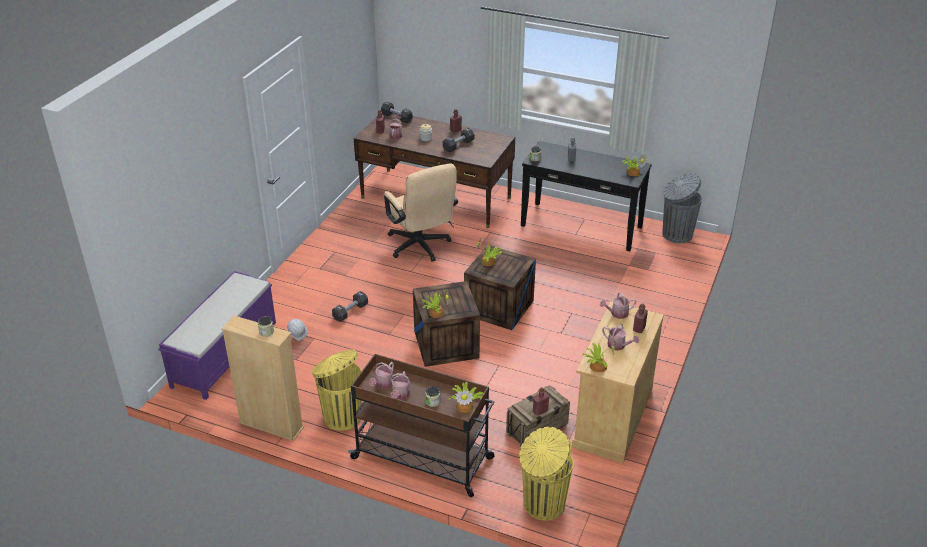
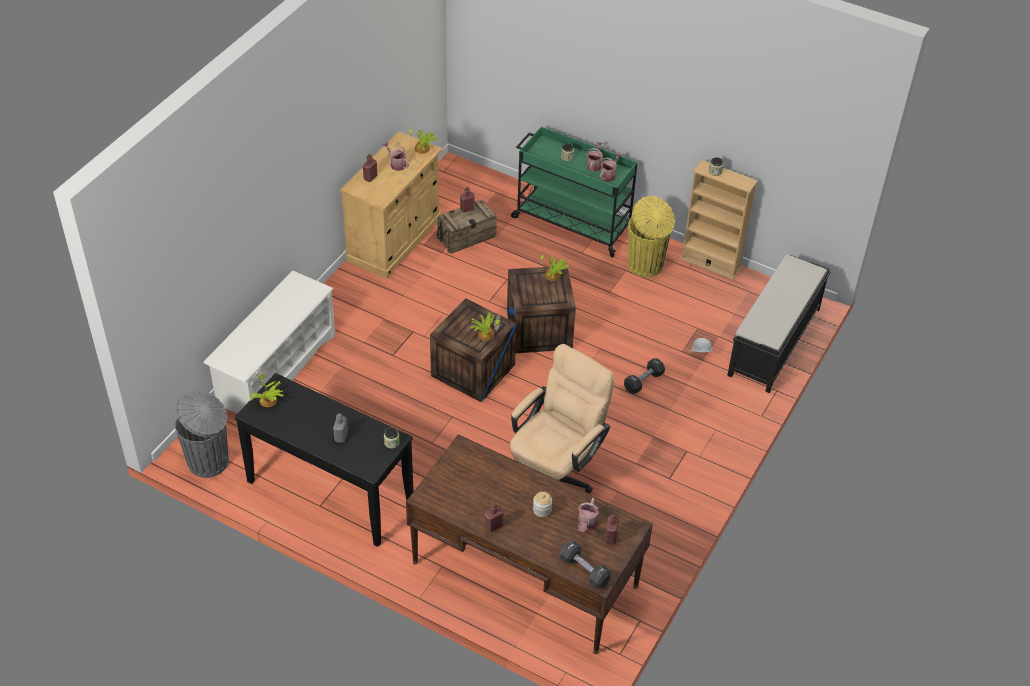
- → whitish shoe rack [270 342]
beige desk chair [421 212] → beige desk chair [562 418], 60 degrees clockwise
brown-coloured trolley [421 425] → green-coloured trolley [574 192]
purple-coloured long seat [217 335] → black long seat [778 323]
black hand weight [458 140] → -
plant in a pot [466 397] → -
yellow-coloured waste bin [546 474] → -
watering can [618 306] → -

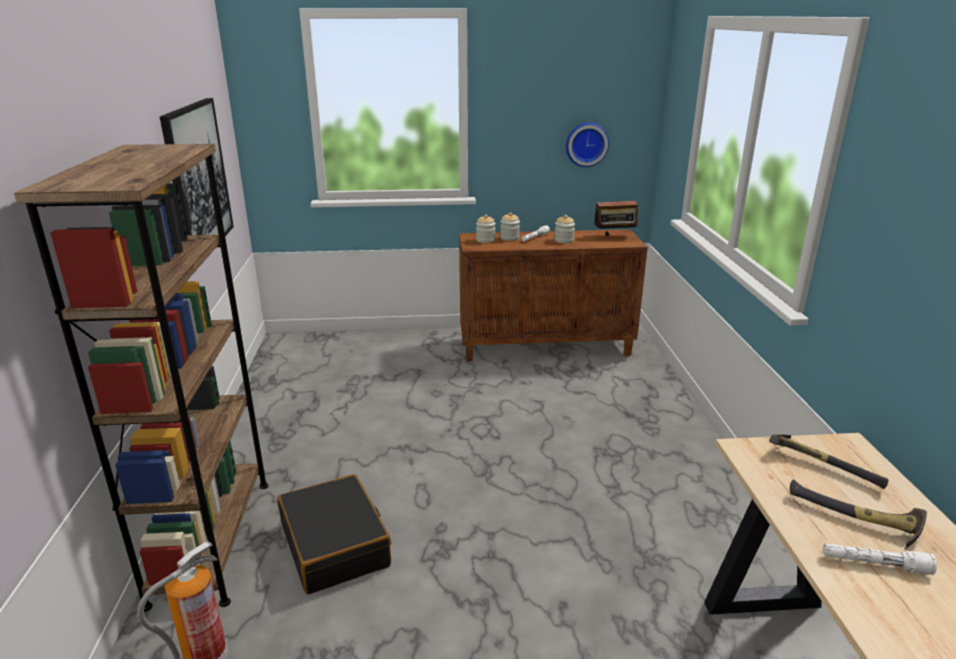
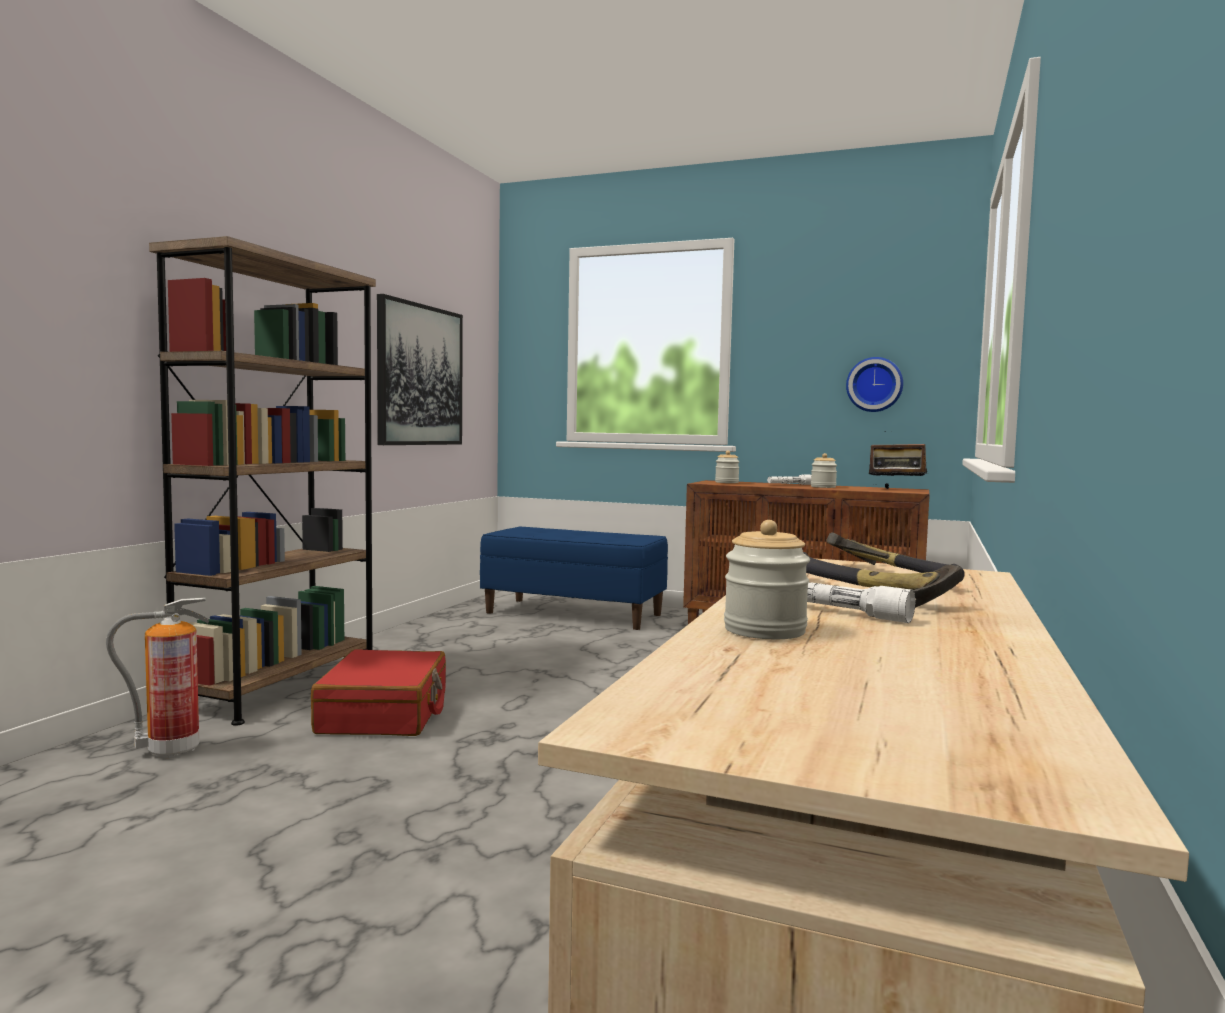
black suitcase [334 534] → reddish suitcase [378 692]
- → blue-coloured long seat [574 578]
storage jar [510 227] → storage jar [767 579], shifted

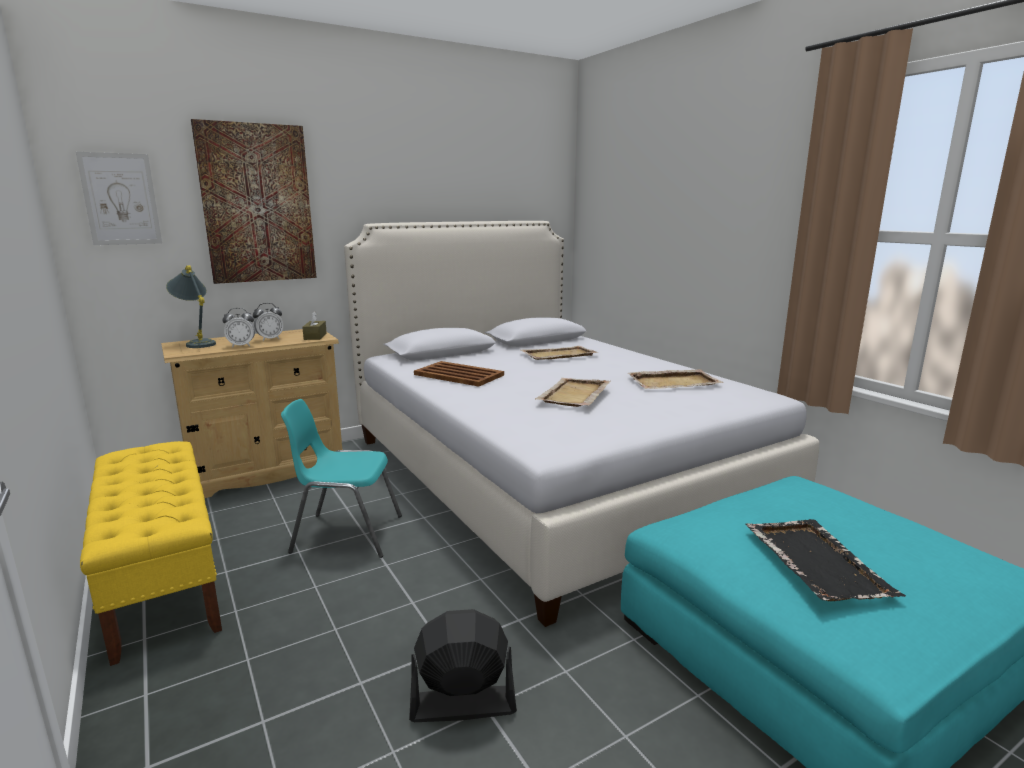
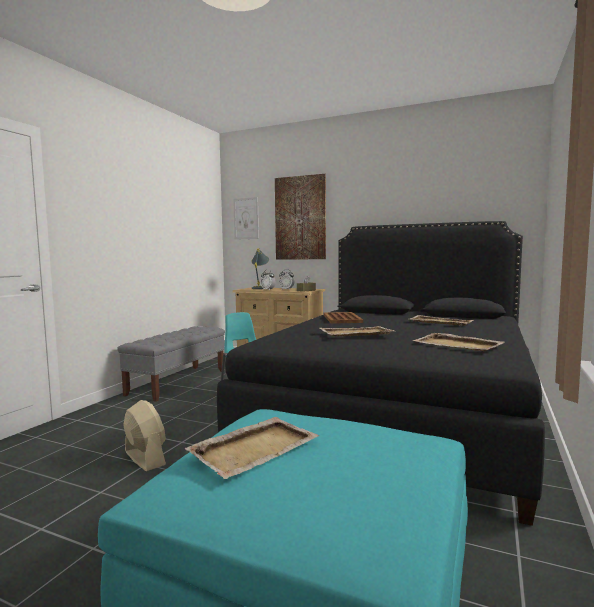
yellow-coloured long seat [151 553] → greyish long seat [171 364]
black electric fan [463 665] → beige electric fan [144 435]
black serving tray [825 560] → beige serving tray [252 448]
whitish bed [581 424] → black bed [381 373]

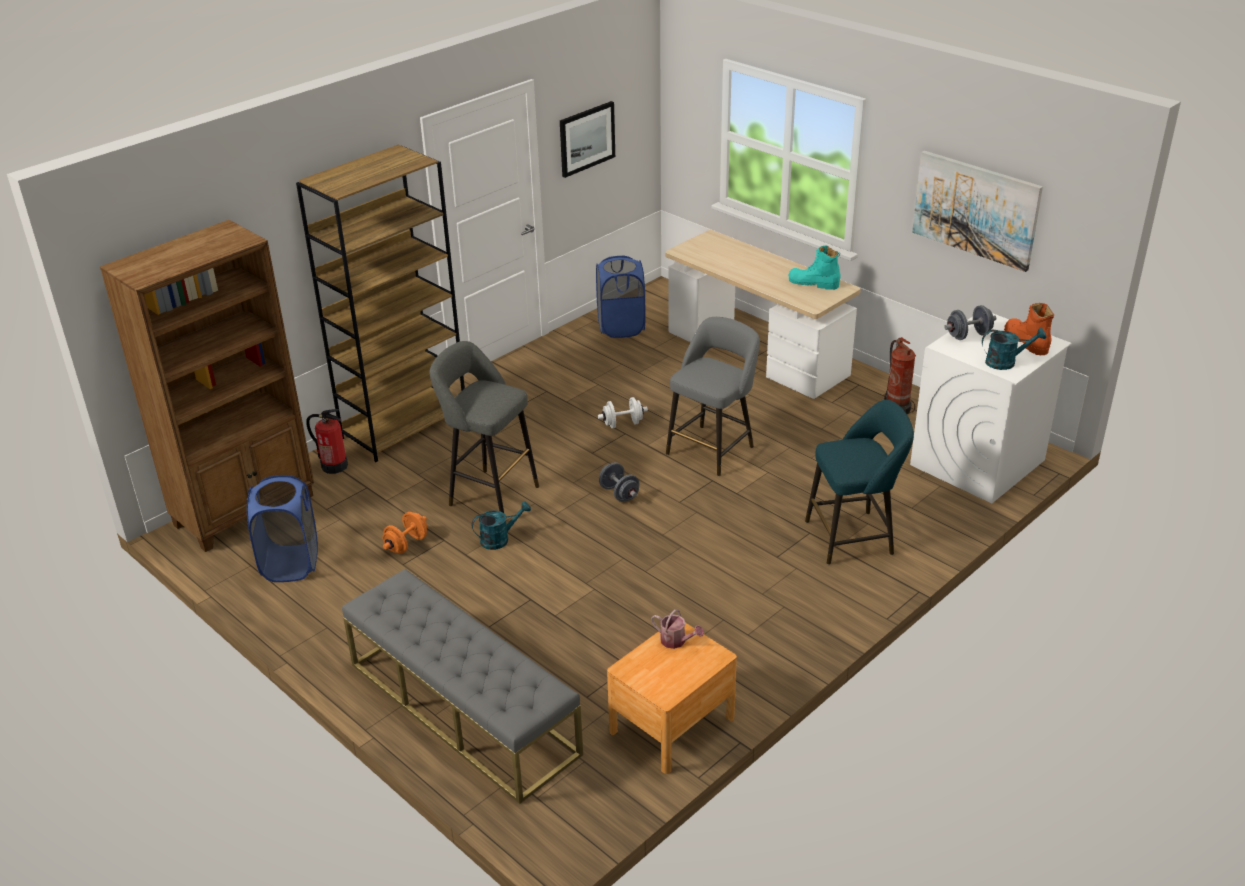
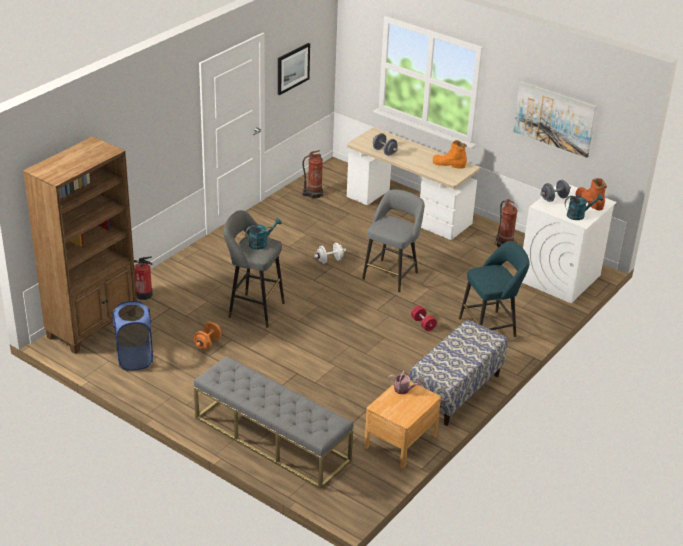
blue-green watering can [501 525] → blue-green watering can [263 234], shifted
blue-coloured laundry basket [621 296] → fire extinguisher [313 174]
greyish hand weight [619 482] → greyish hand weight [385 144], shifted
- → long seat [458 373]
- → reddish hand weight [424 318]
blue-green tall boot [814 267] → orange-coloured tall boot [450 154]
brown-coloured bookcase [380 303] → -

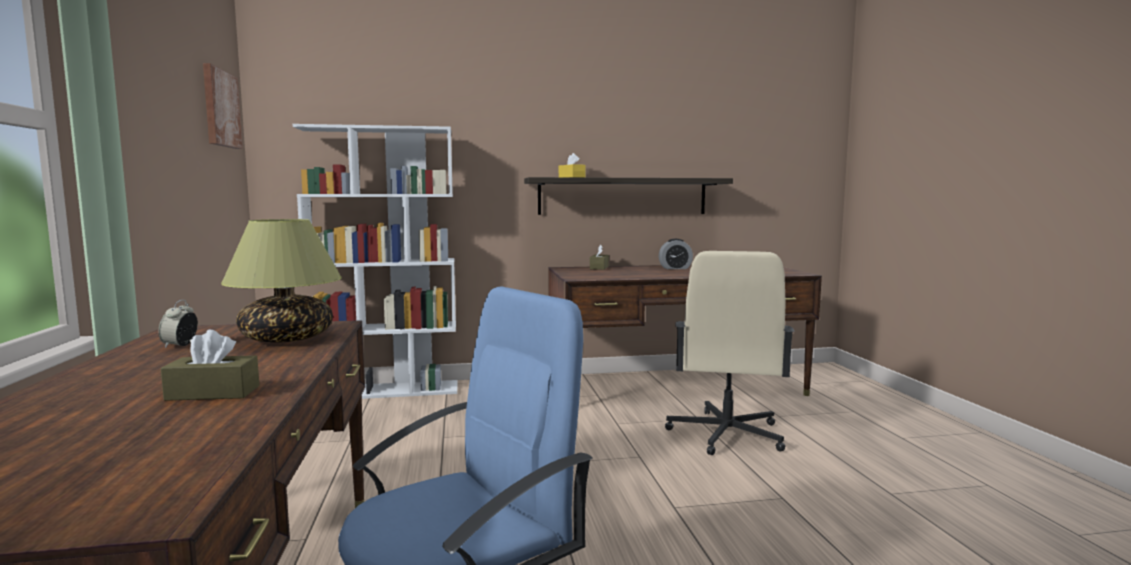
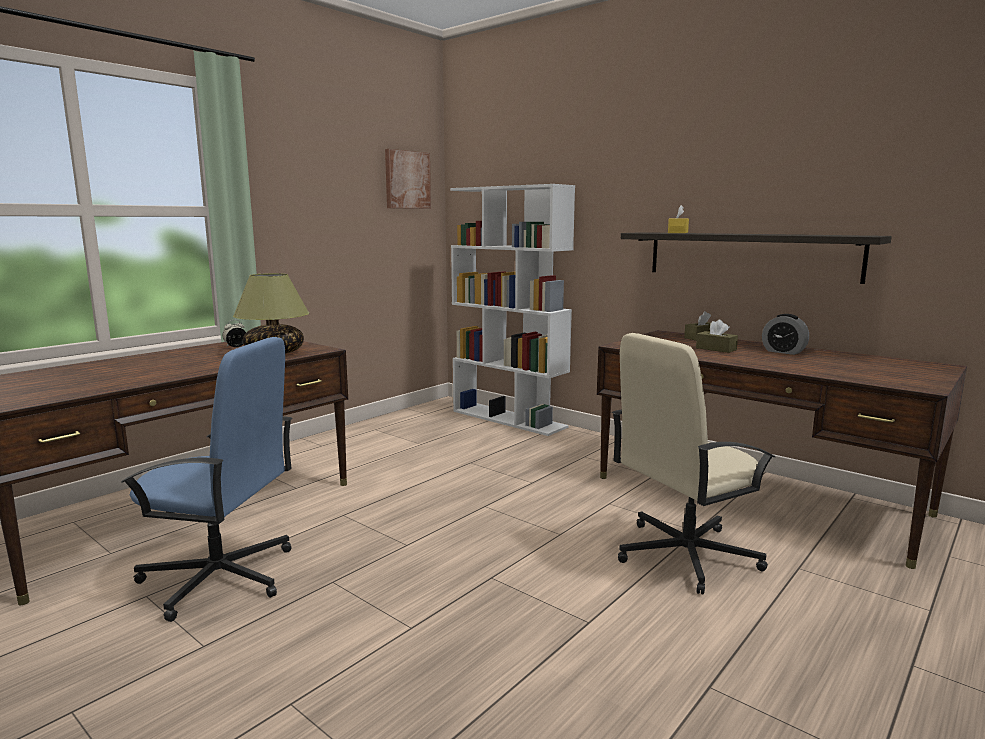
brown-coloured tissue box [210 365] → brown-coloured tissue box [717 336], shifted

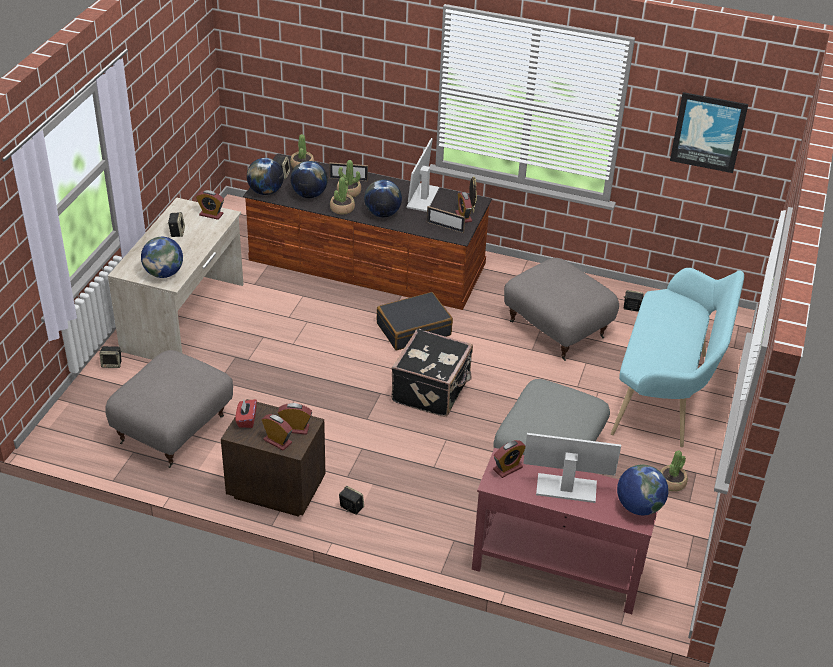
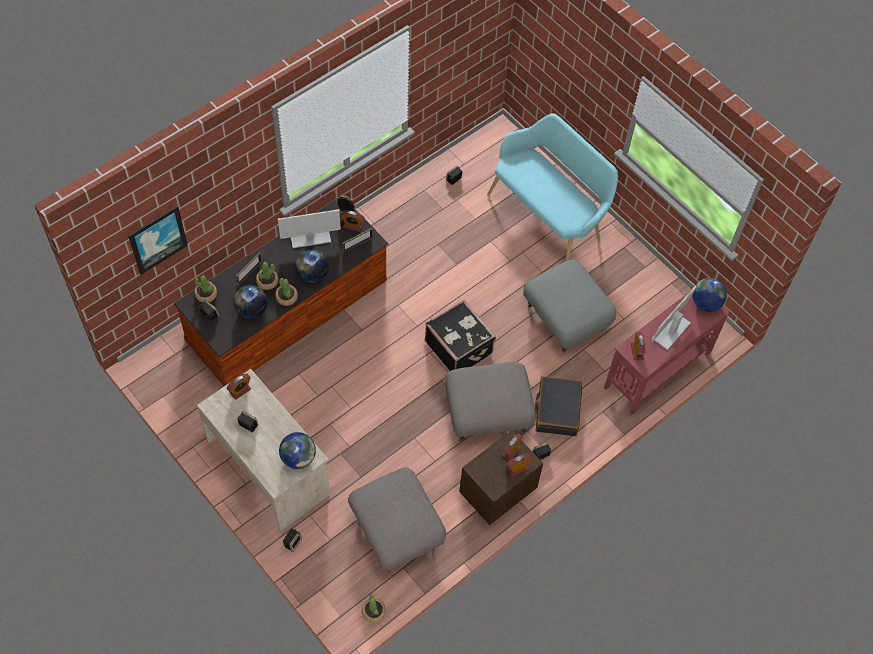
wall picture [709 132] → wall picture [158 240], shifted
computer display [422 175] → computer display [309 228], 60 degrees counterclockwise
plant in a pot [674 471] → plant in a pot [374 608], shifted
greyish pouffe [561 309] → greyish pouffe [490 401], shifted
black suitcase [415 321] → black suitcase [558 406], shifted
reddish tissue box [246 413] → -
desk globe [265 176] → -

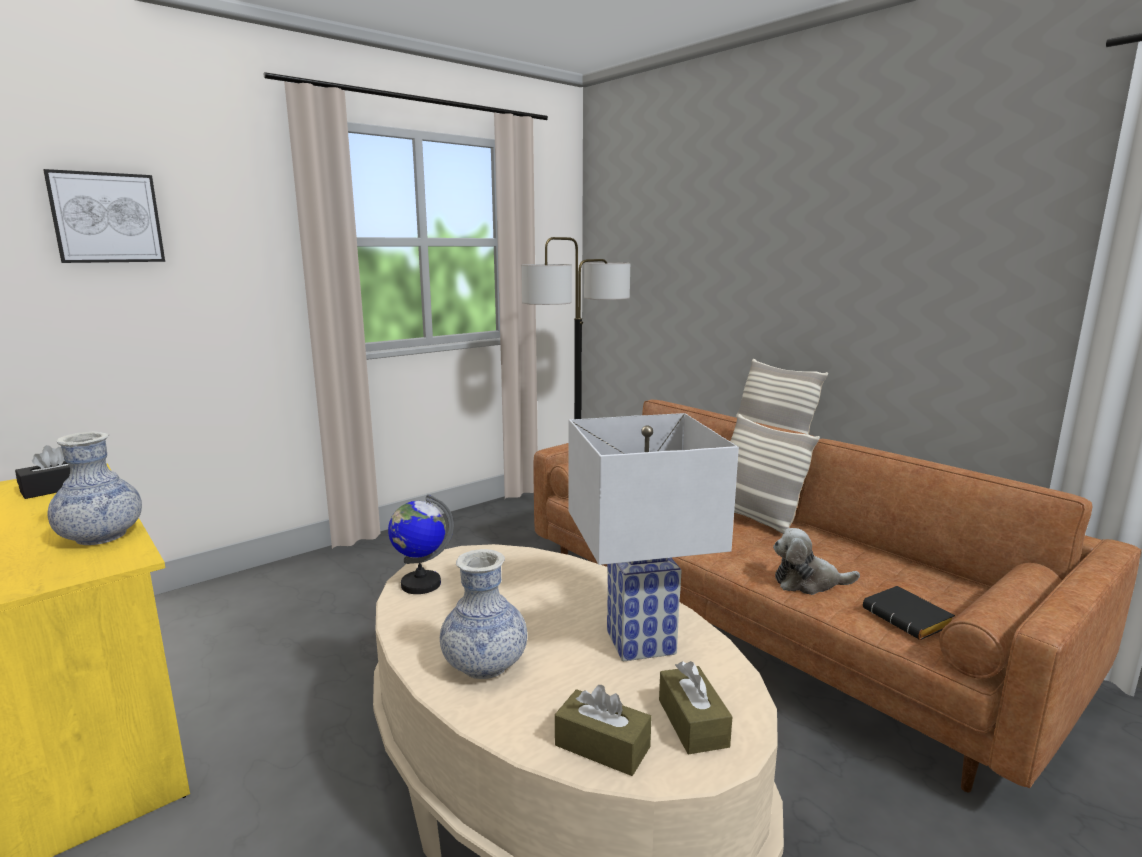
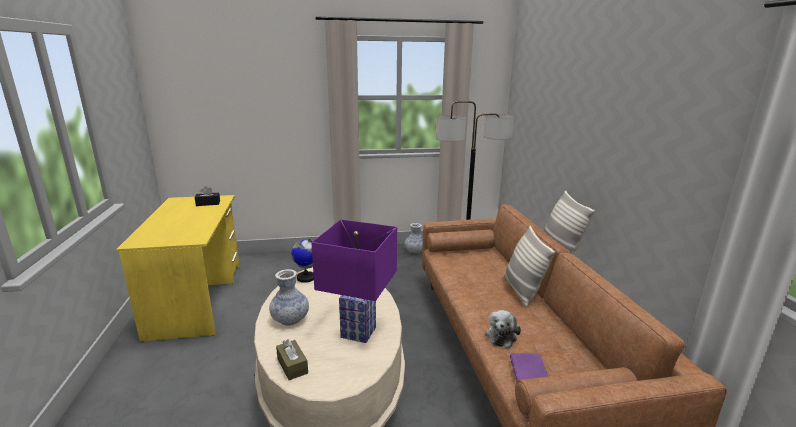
whitish tabletop lamp [654 537] → purple-coloured tabletop lamp [354 281]
vase [94 488] → vase [414 238], shifted
cuddly toy [816 561] → cuddly toy [503 329], 105 degrees counterclockwise
black book [909 613] → purple-coloured book [529 367]
wall picture [104 216] → -
brown-coloured tissue box [696 708] → -

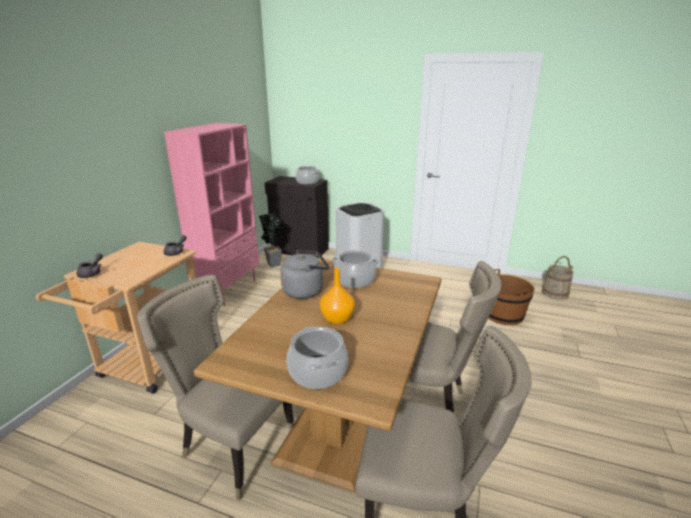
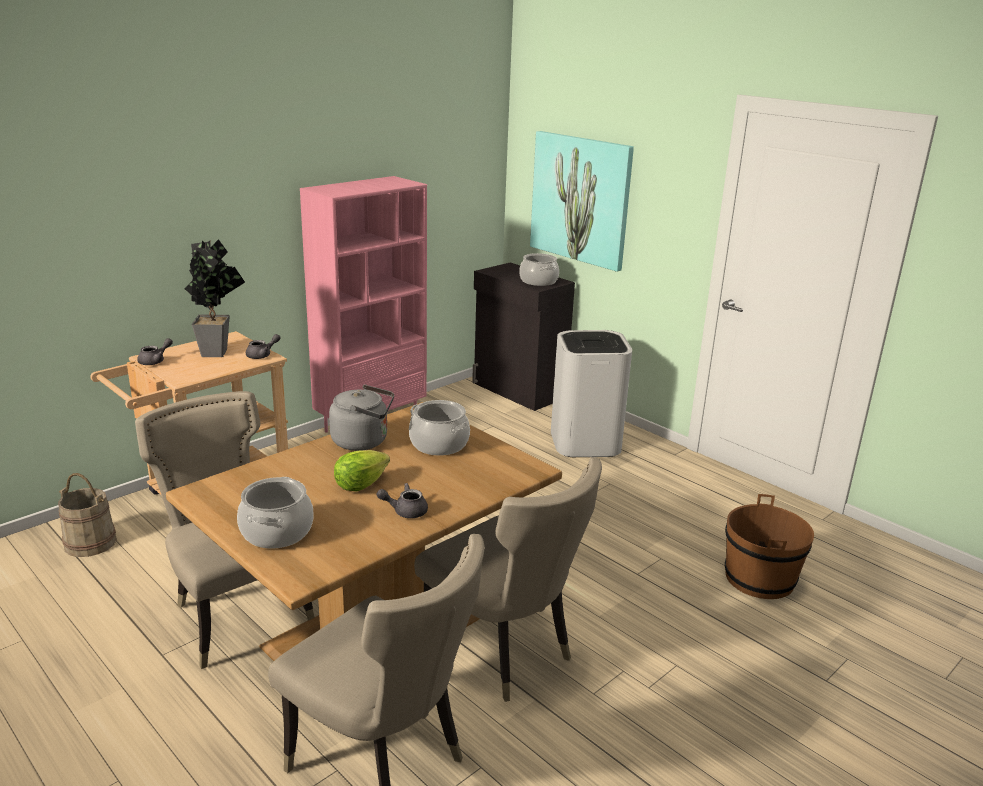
beige water bucket [557 278] → beige water bucket [87 515], shifted
plant in a pot [271 240] → plant in a pot [215 298], shifted
orange-coloured vase [337 296] → lettuce head [362 470]
- → greyish tea pot [402 500]
- → wall picture [582 201]

